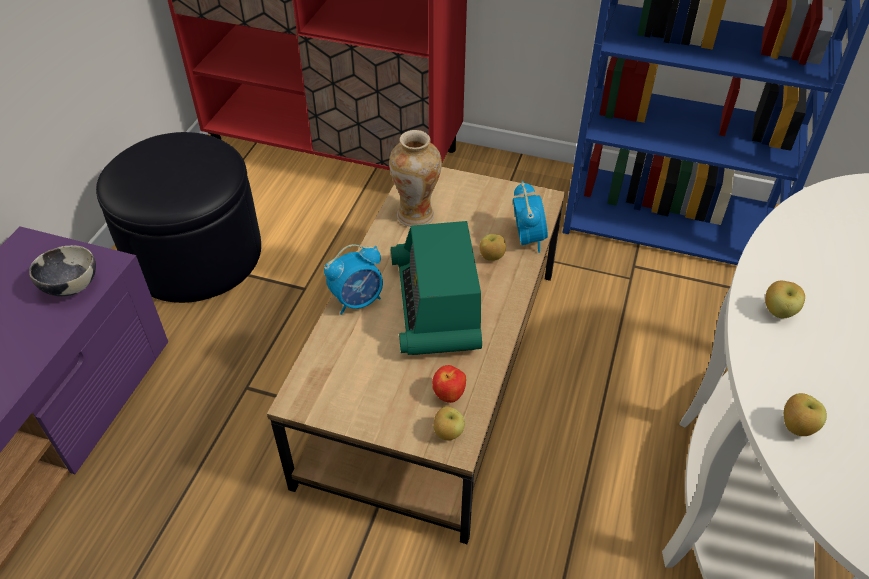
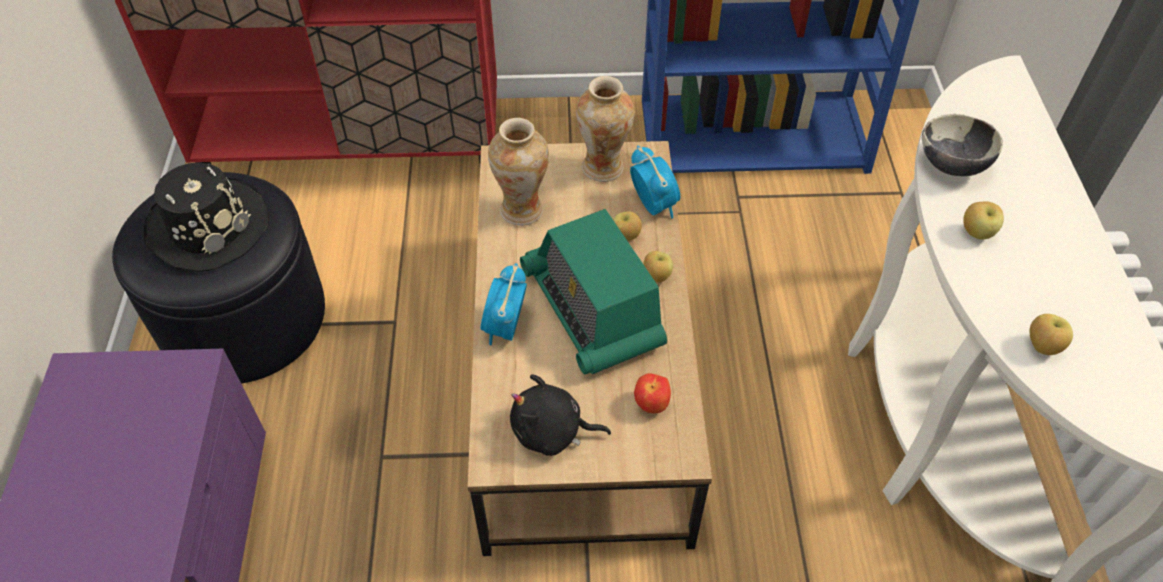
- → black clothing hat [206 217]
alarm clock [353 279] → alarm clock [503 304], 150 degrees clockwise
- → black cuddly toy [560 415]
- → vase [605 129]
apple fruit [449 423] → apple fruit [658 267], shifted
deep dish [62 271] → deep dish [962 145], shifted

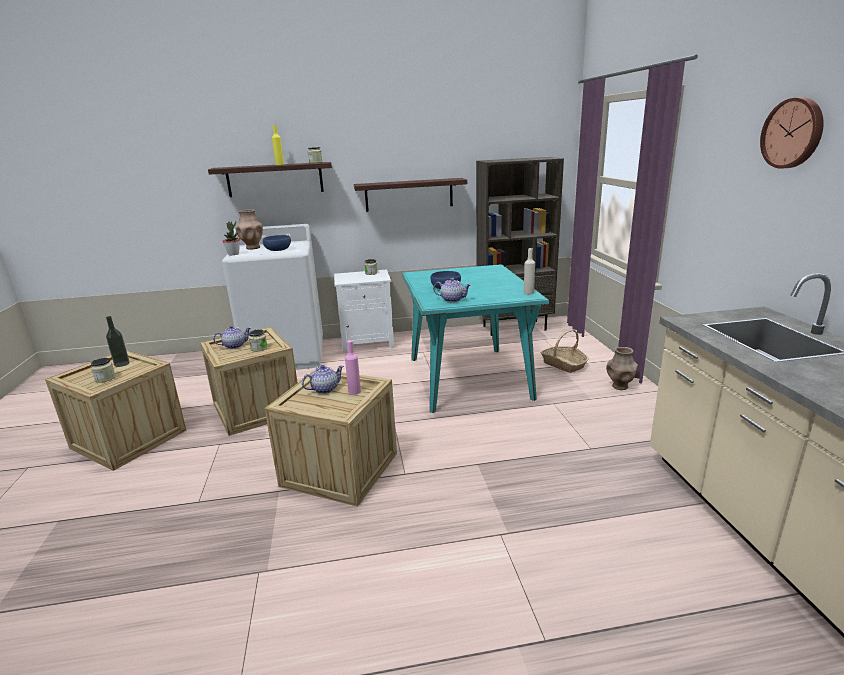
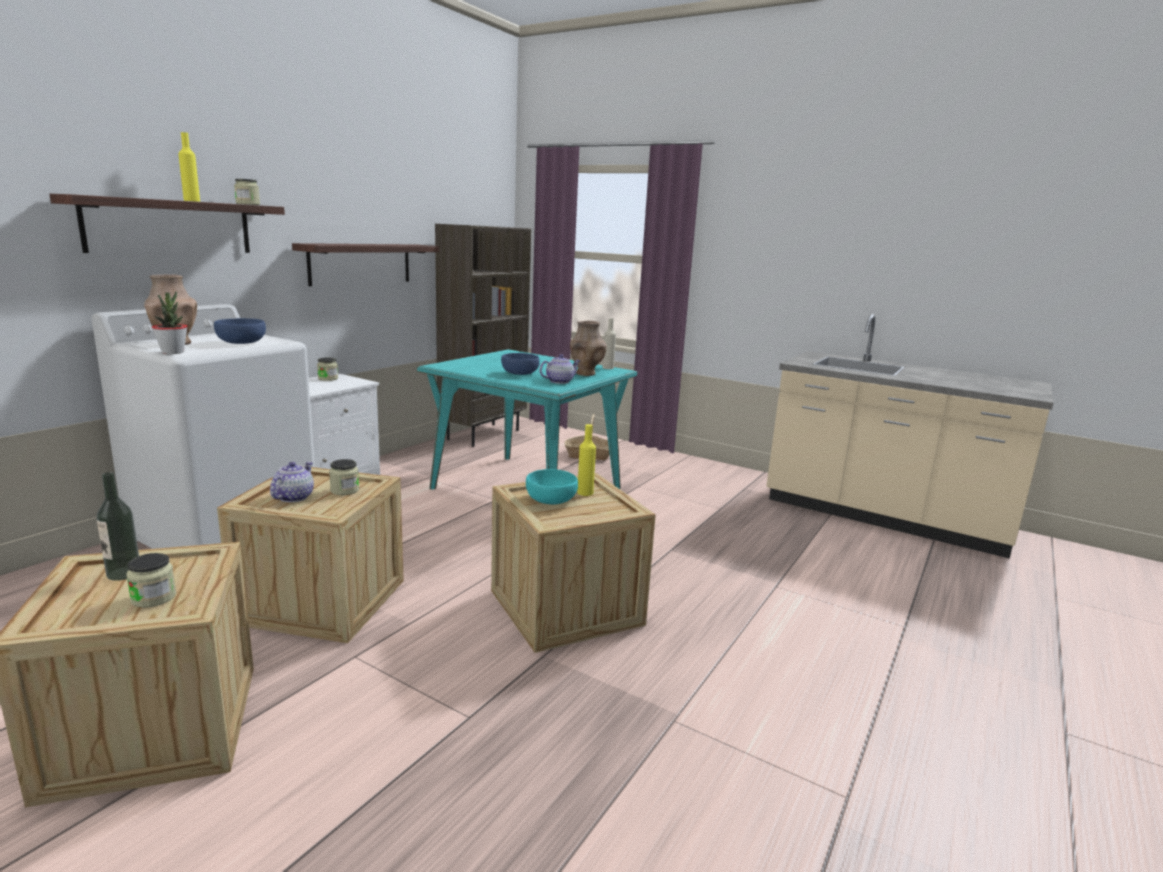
tea pot [323 379] → blue-green deep dish [552 486]
brown-coloured vase [622 368] → brown-coloured vase [588 348], shifted
pink drink bottle [353 367] → yellow-coloured drink bottle [586 460]
clock on the wall [792 133] → -

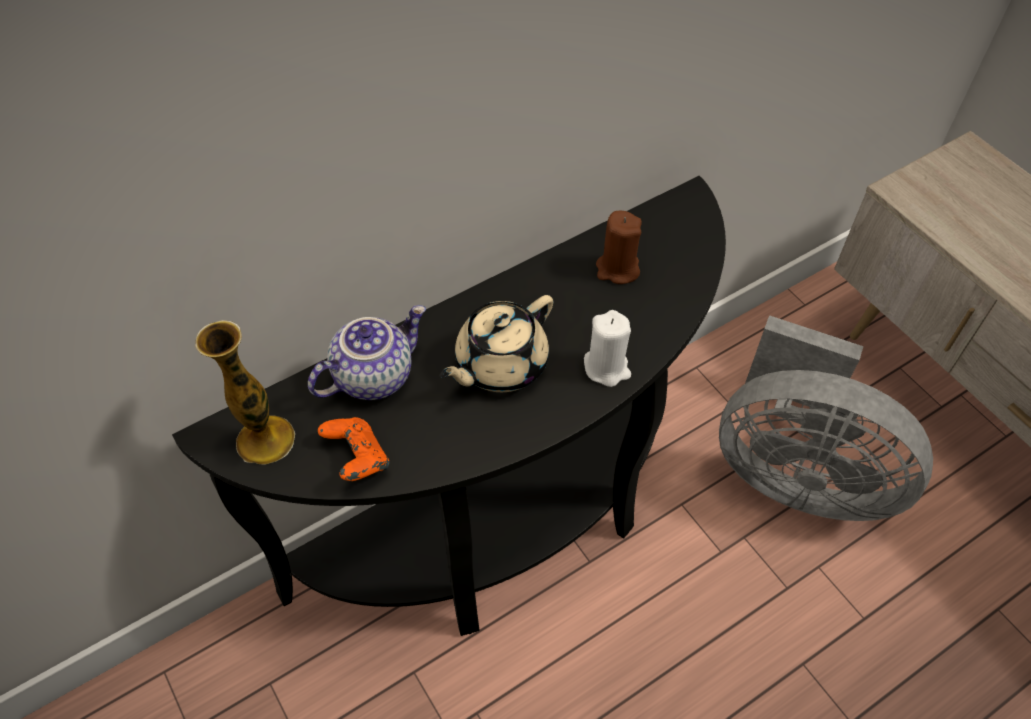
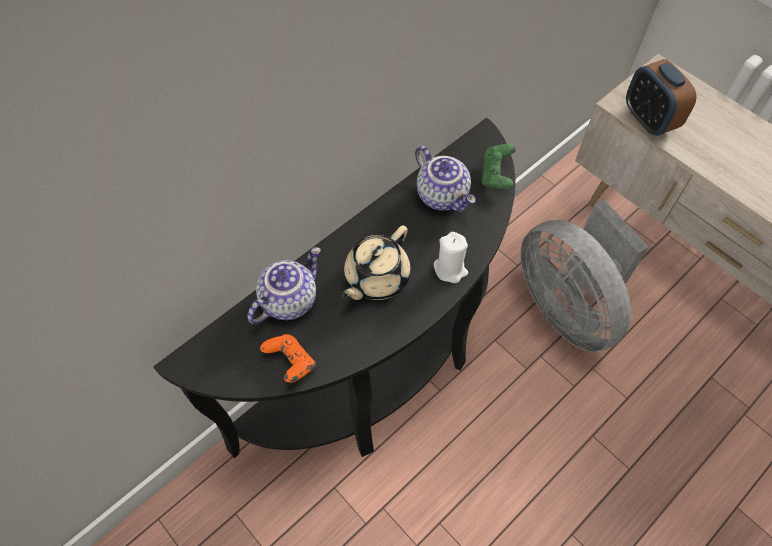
brown-coloured candle [619 247] → tea pot [445 179]
- → green-coloured gamepad [498 166]
greyish electric fan [826 418] → greyish electric fan [584 276], 45 degrees clockwise
- → alarm clock [661 97]
vase [245 392] → -

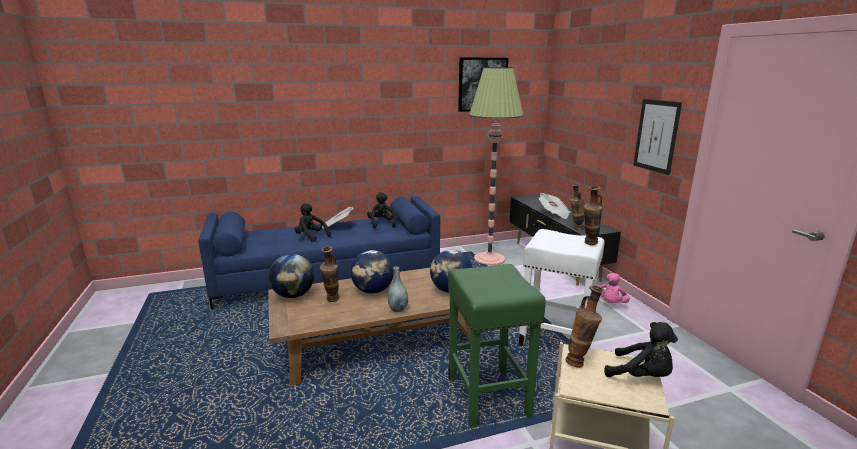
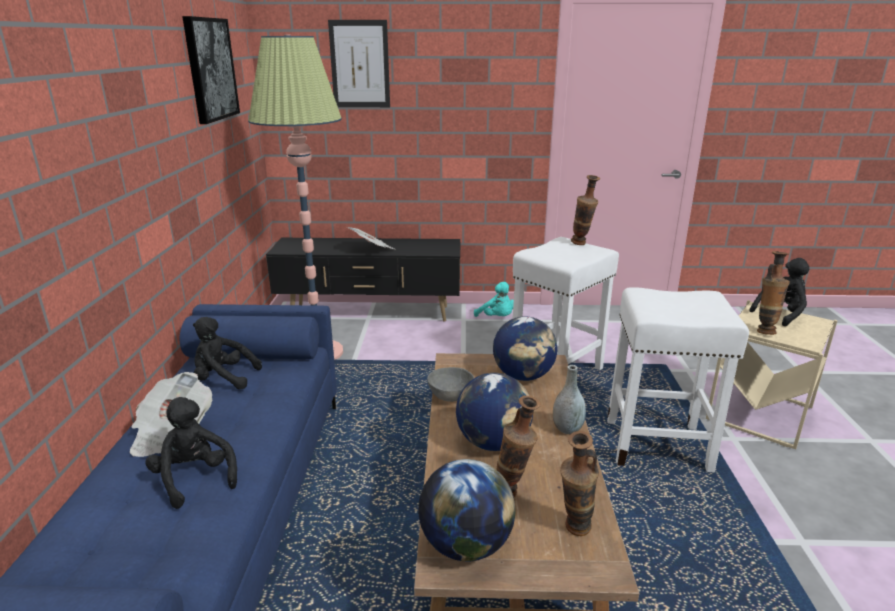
black cuddly toy [312 222] → black cuddly toy [191 453], 90 degrees clockwise
wall picture [657 137] → wall picture [359 63], shifted
- → greyish deep dish [450 384]
pink cuddly toy [614 288] → blue-green cuddly toy [494 299]
vase [577 207] → vase [579 483], shifted
green-coloured stool seat [497 346] → whitish stool seat [678 379]

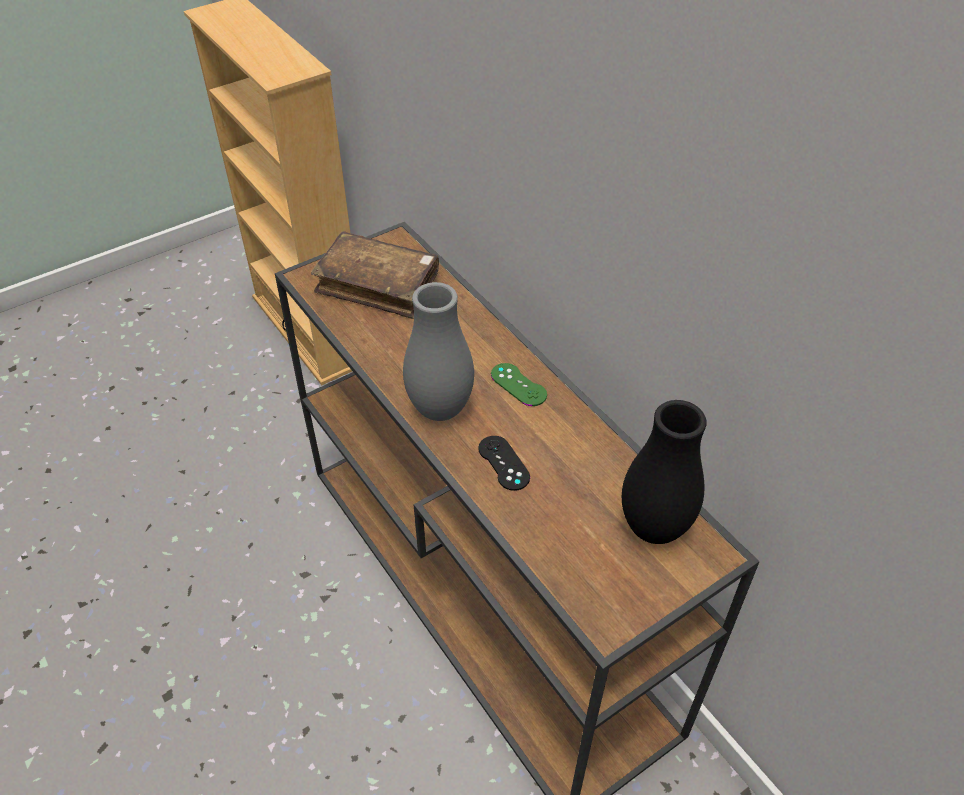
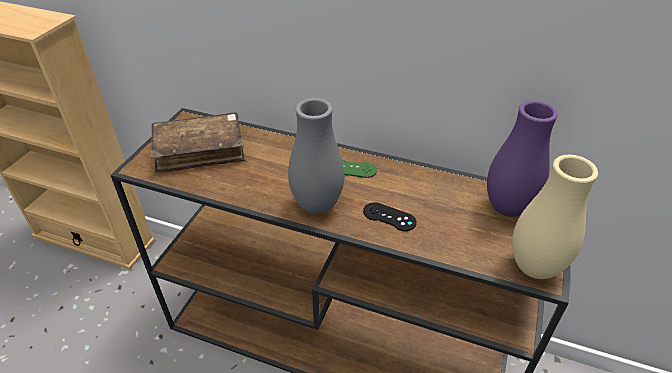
black vase [664 472] → purple-coloured vase [522 159]
- → beige vase [555 217]

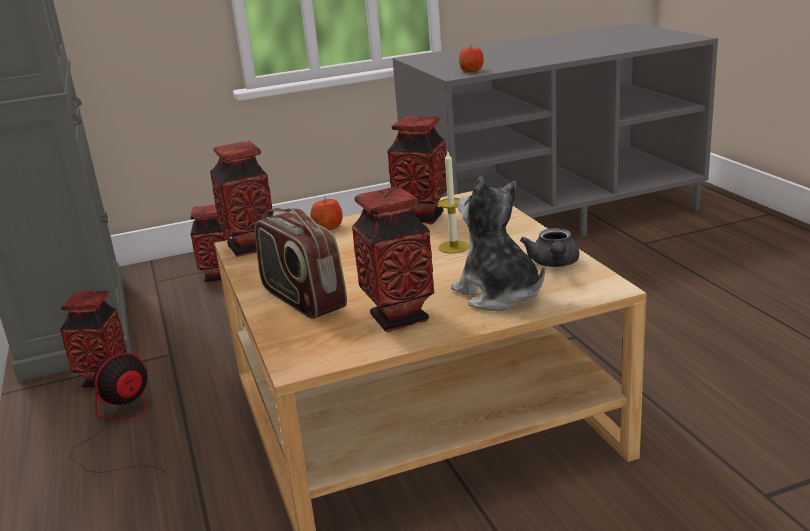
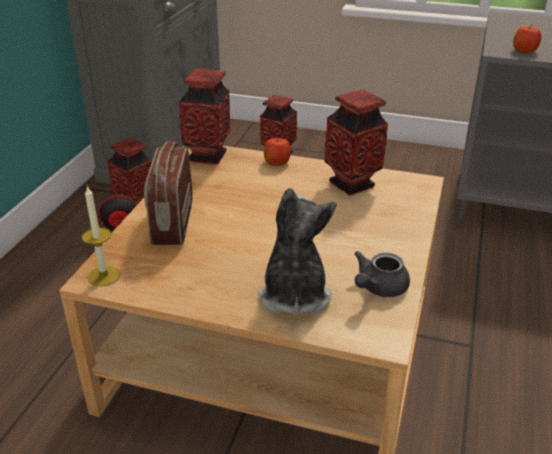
candle [453 203] → candle [101 235], shifted
vase [393 259] → -

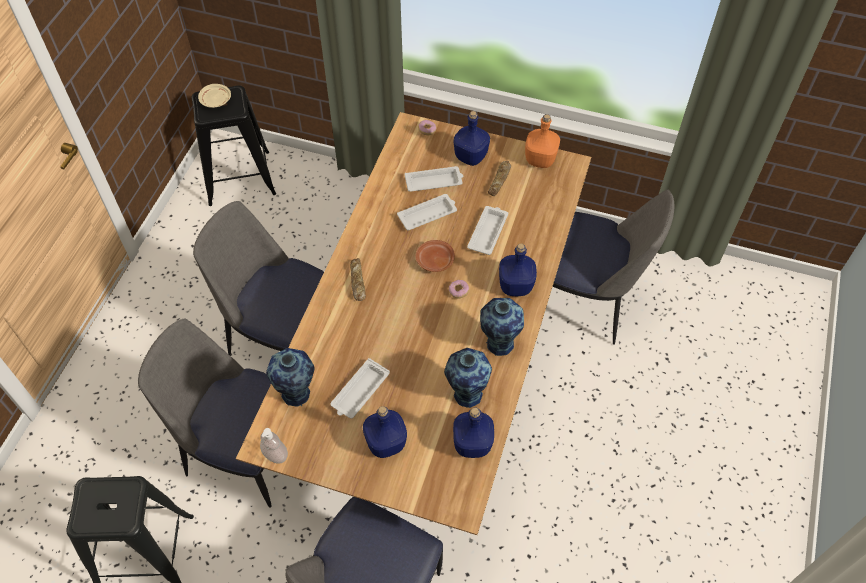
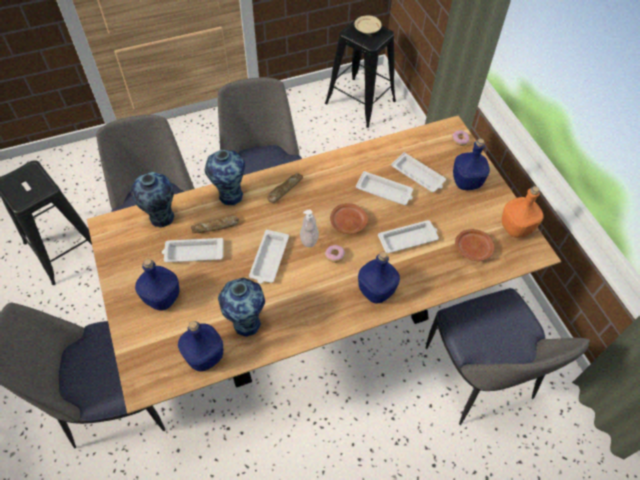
bakery bread [499 178] → bakery bread [215 224], shifted
vase [502 327] → vase [225 177], shifted
- → whitish serving tray [269 257]
liquid soap bottle [274 446] → liquid soap bottle [309 228], shifted
- → brown-coloured dinner plate [475 245]

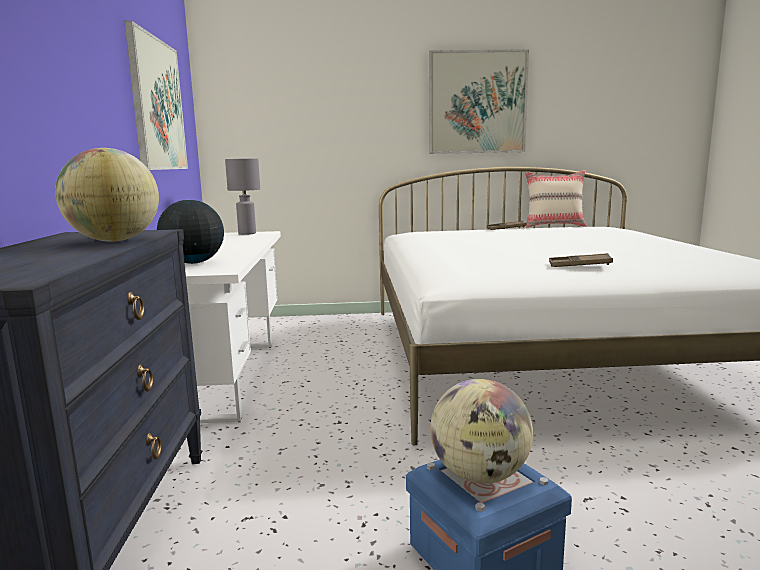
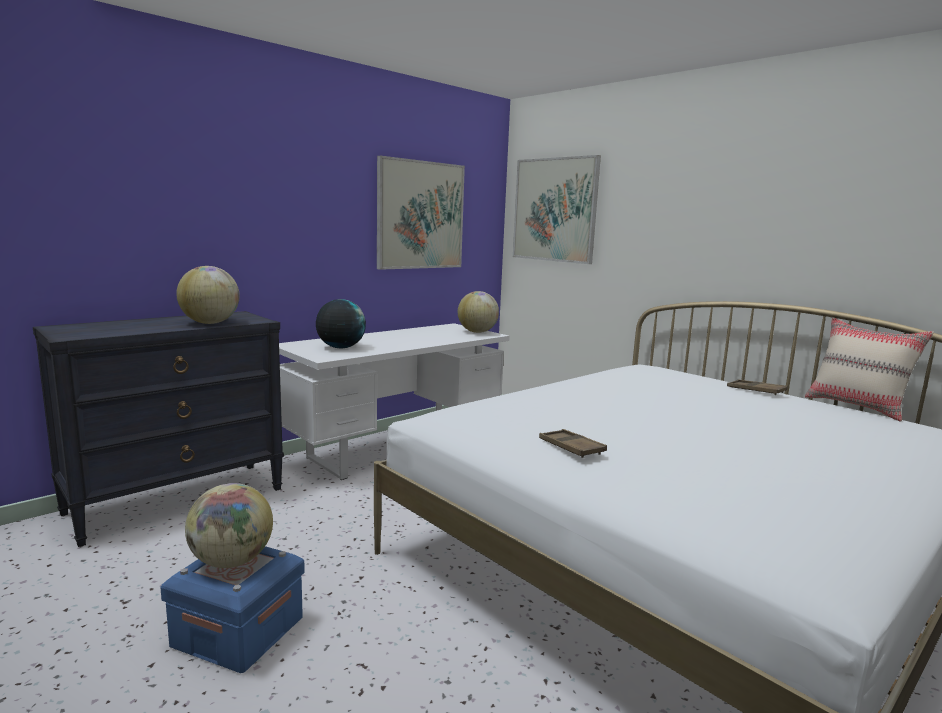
greyish tabletop lamp [242 197] → desk globe [478 312]
wall picture [479 101] → wall picture [557 209], shifted

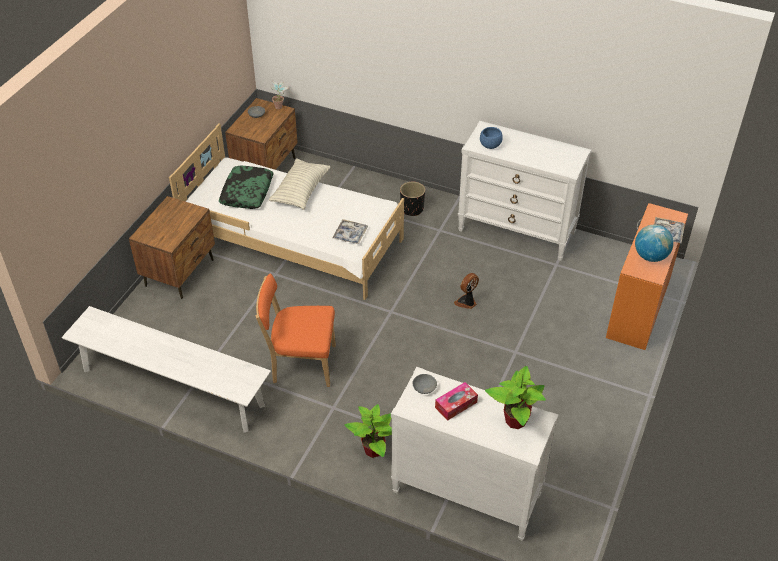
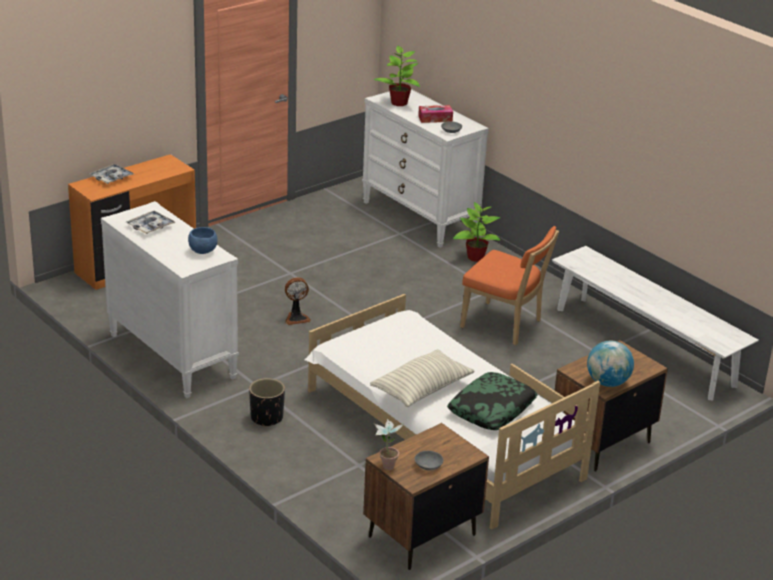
serving tray [350 231] → serving tray [151 222], shifted
desk globe [654 243] → desk globe [610 364], shifted

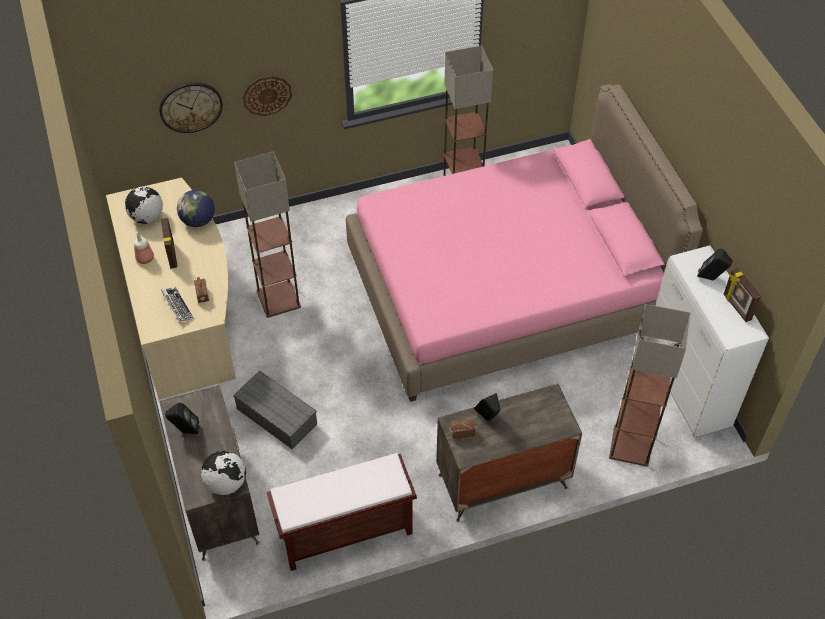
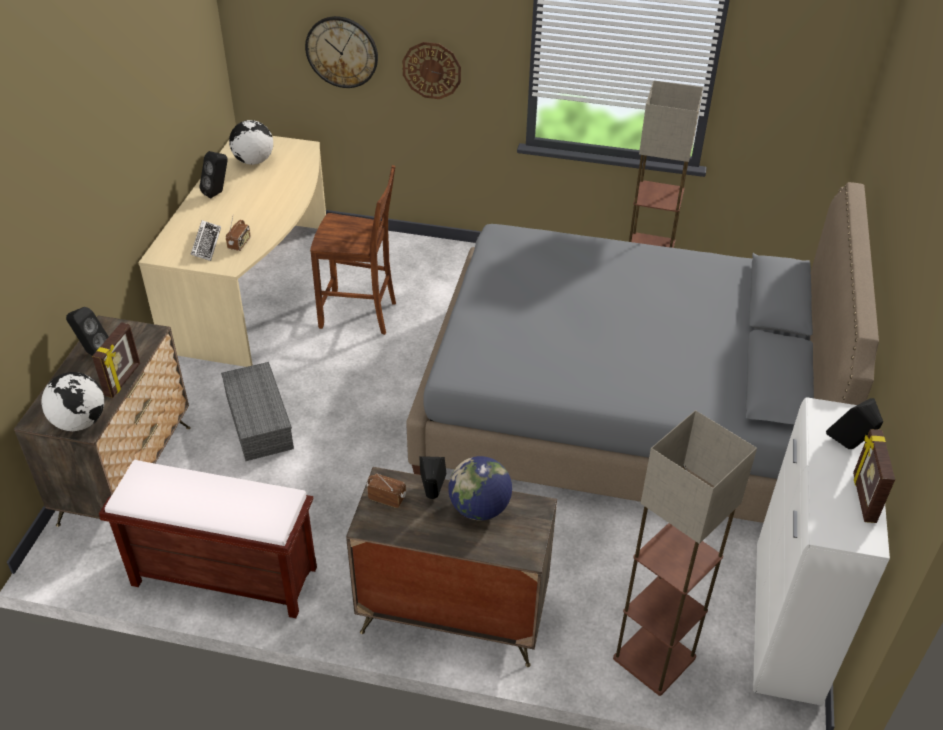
picture frame [169 243] → picture frame [116 360], shifted
drink bottle [144 248] → black speaker [214 175]
floor lamp [267 235] → brown-coloured upright chair [353 250]
pink bed [524 243] → greyish bed [642 352]
desk globe [196 208] → desk globe [480 488], shifted

